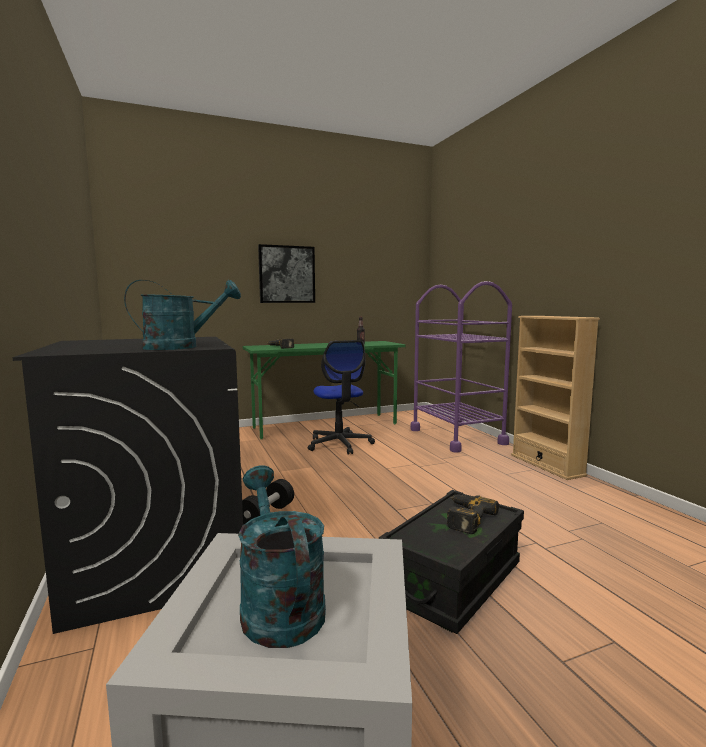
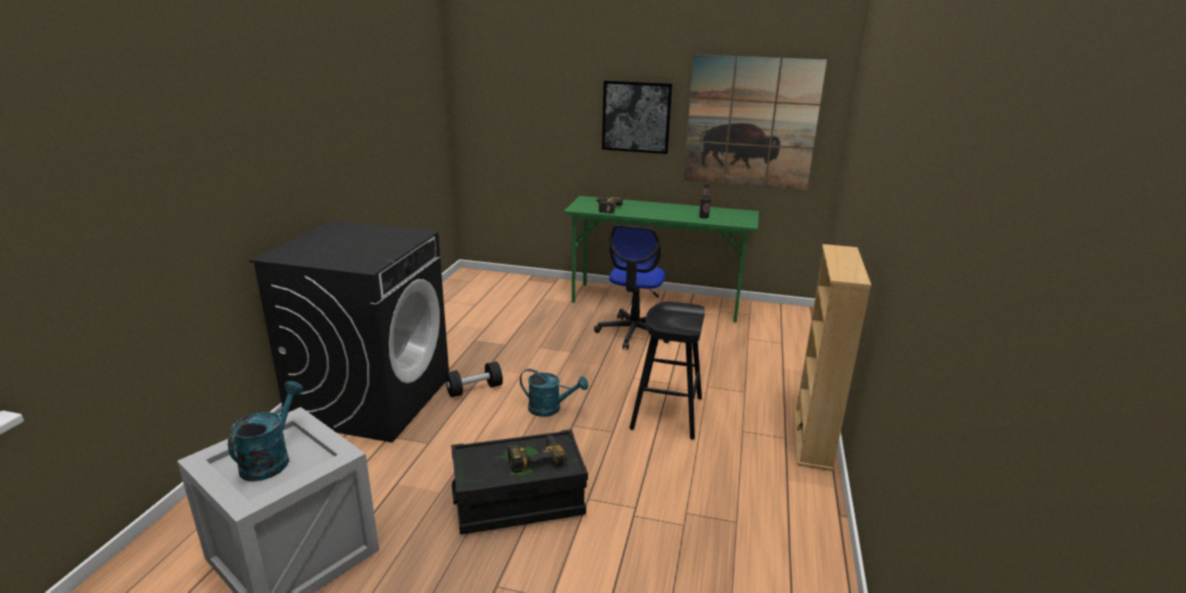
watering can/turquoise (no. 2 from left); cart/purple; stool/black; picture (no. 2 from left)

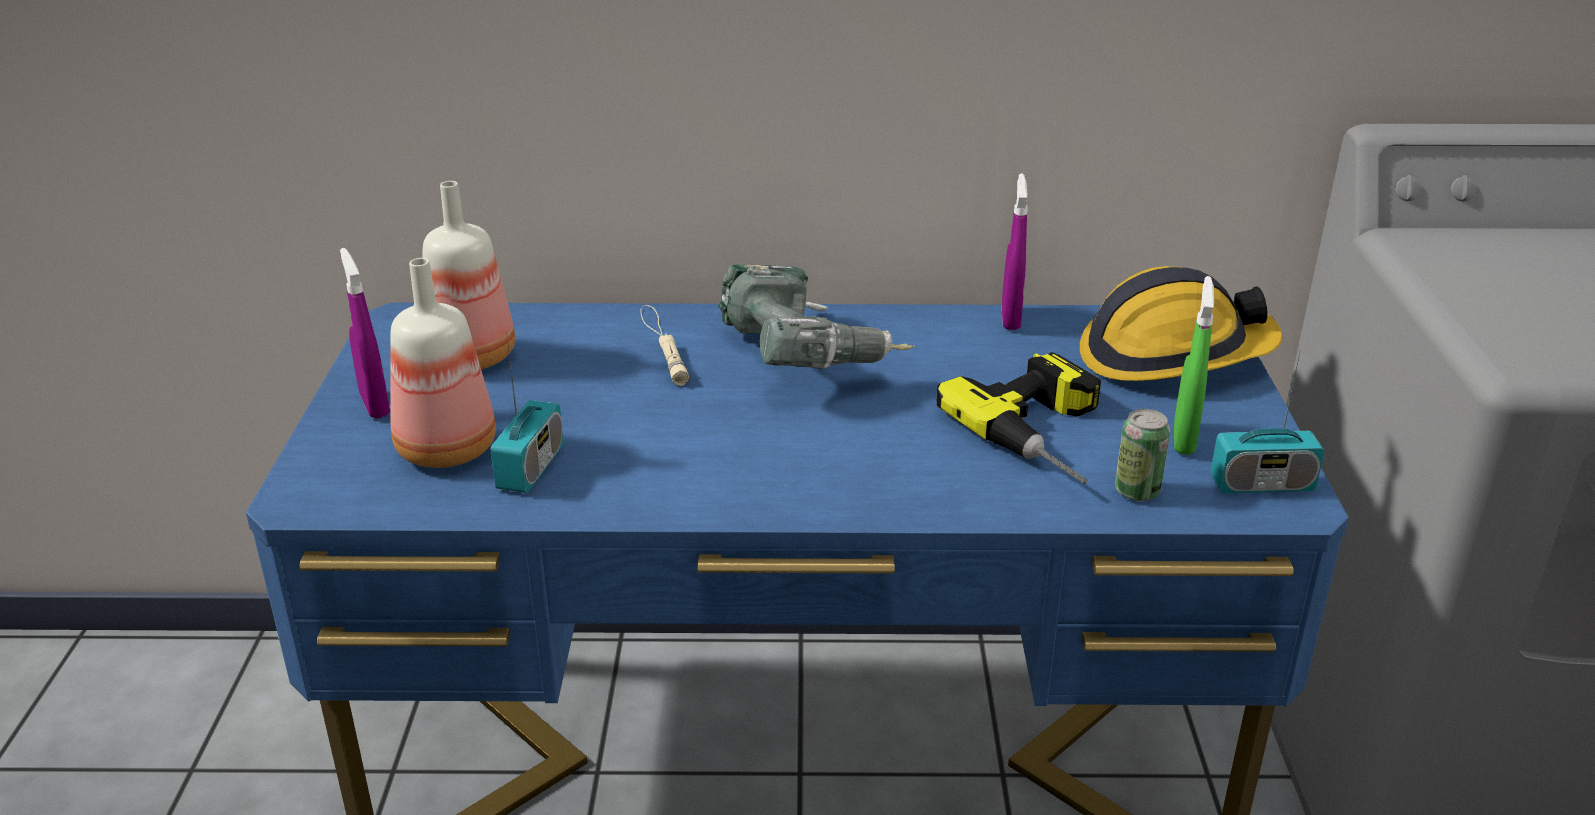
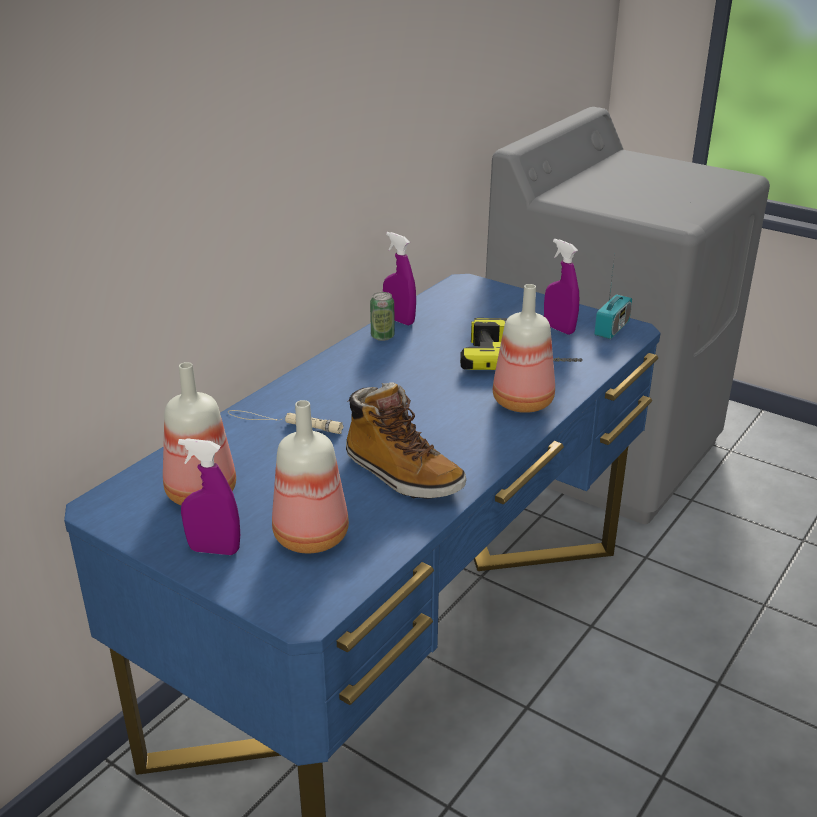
radio (no. 1 from left in the first image); power drill (no. 1 from left in the first image); hard hat; can; spray bottle/purple (no. 3 from left); boot; bottle (no. 3 from left)

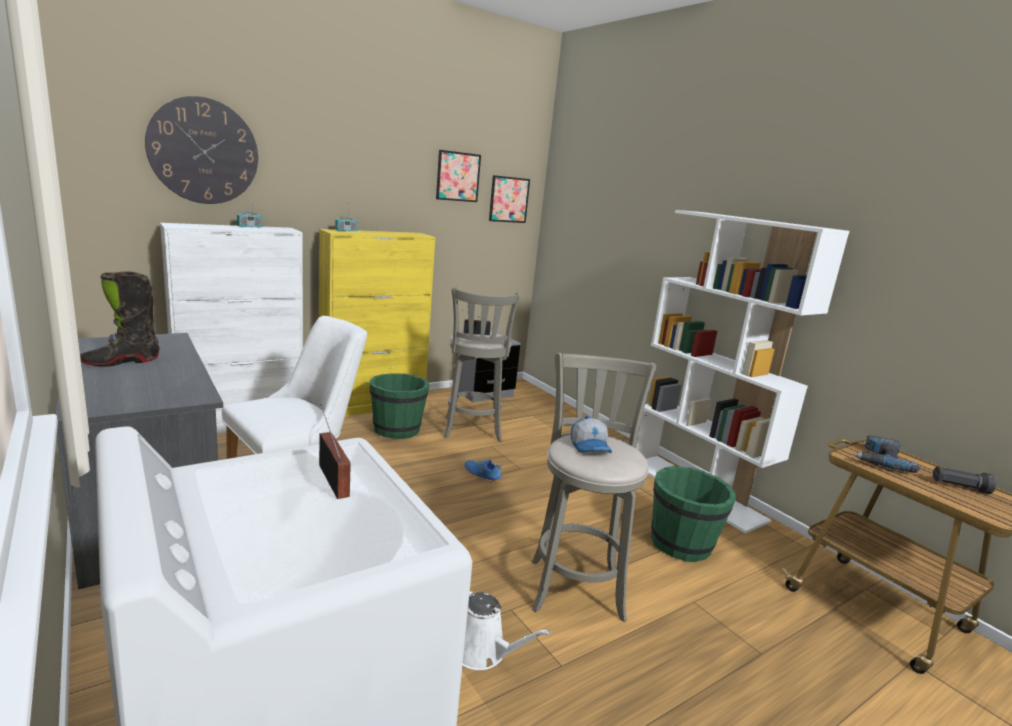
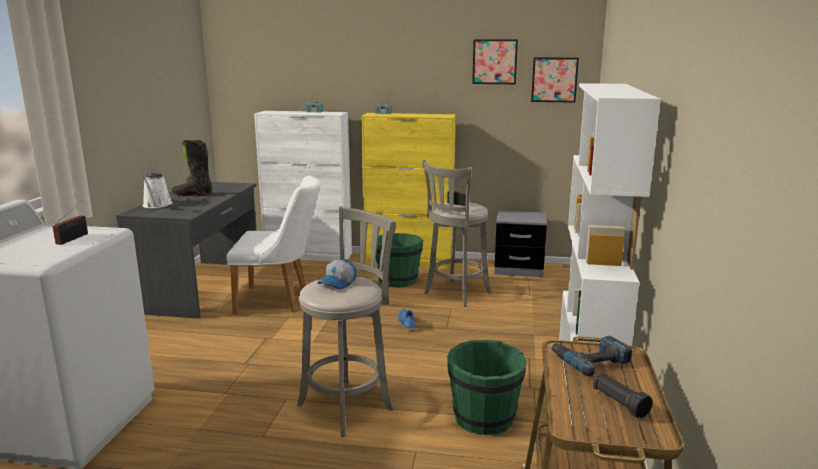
wall clock; watering can/white

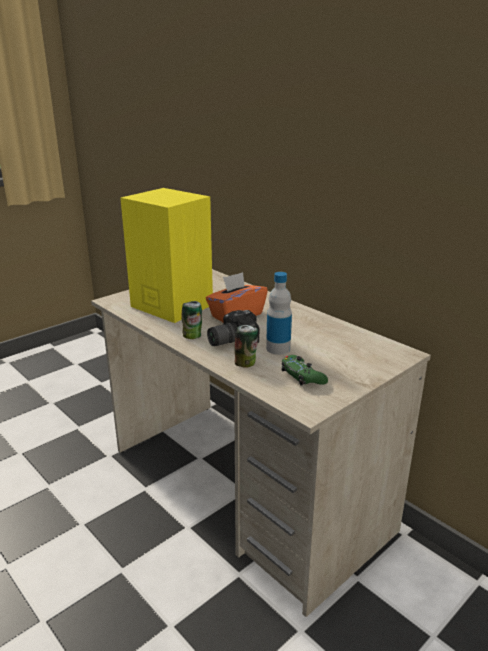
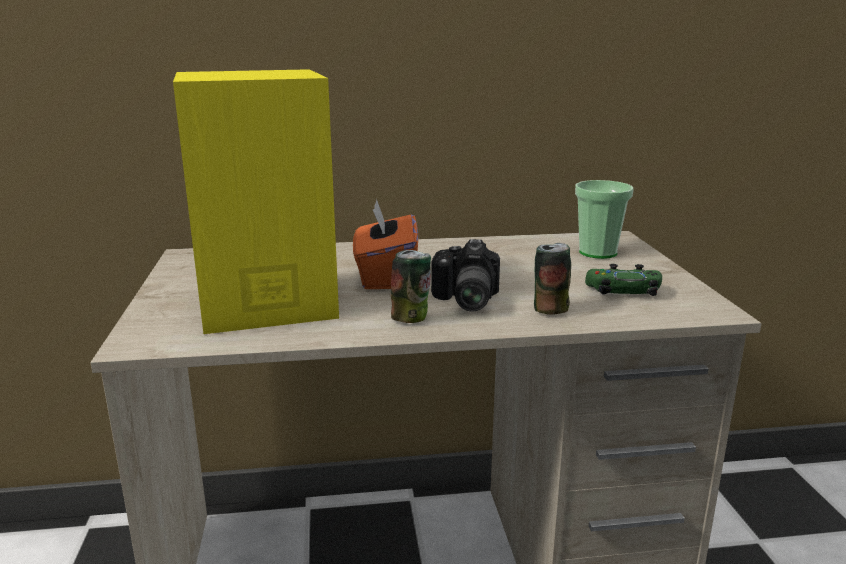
bottle; cup

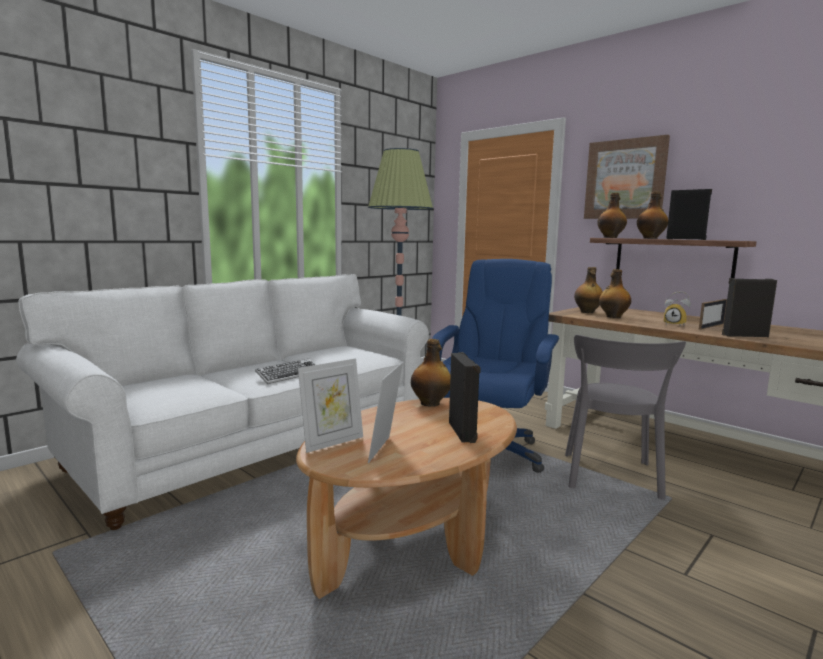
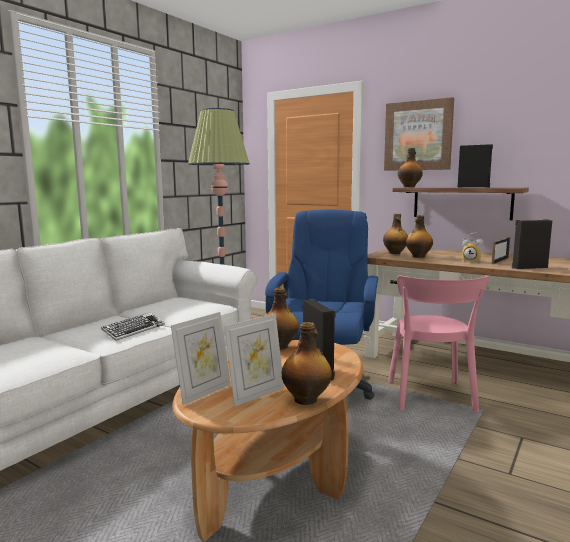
picture frame (no. 2 from left); chair/pink; bottle (no. 2 from left)

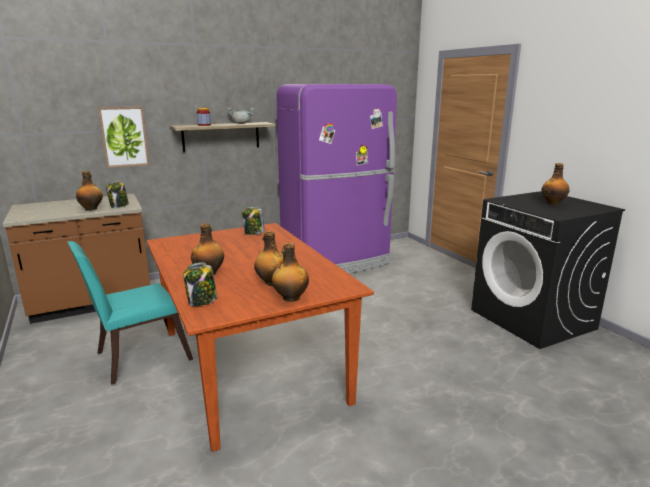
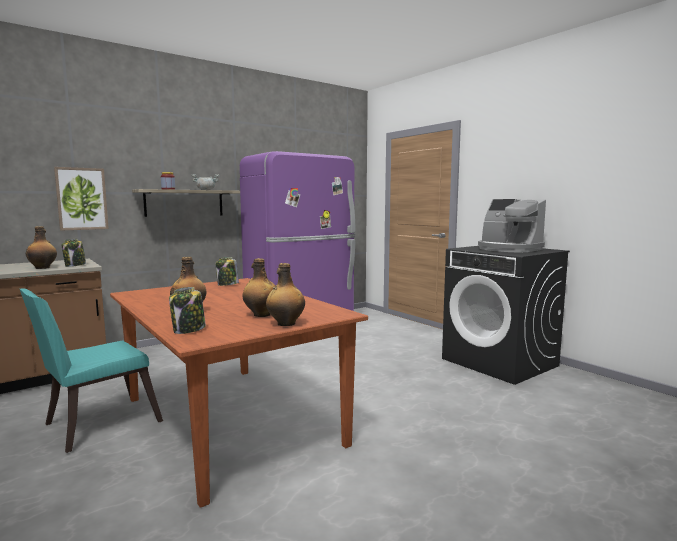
coffee machine

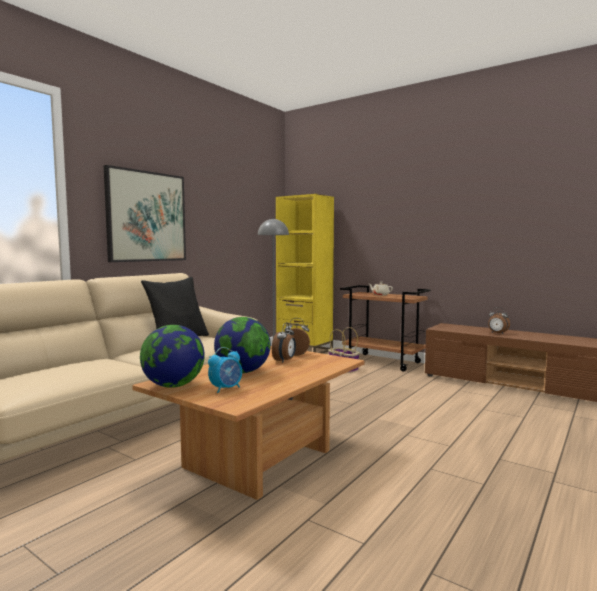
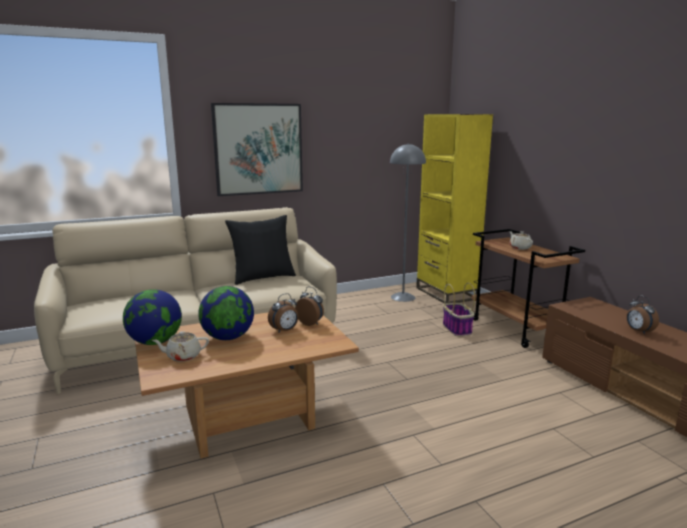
teapot/beige (no. 1 from left)

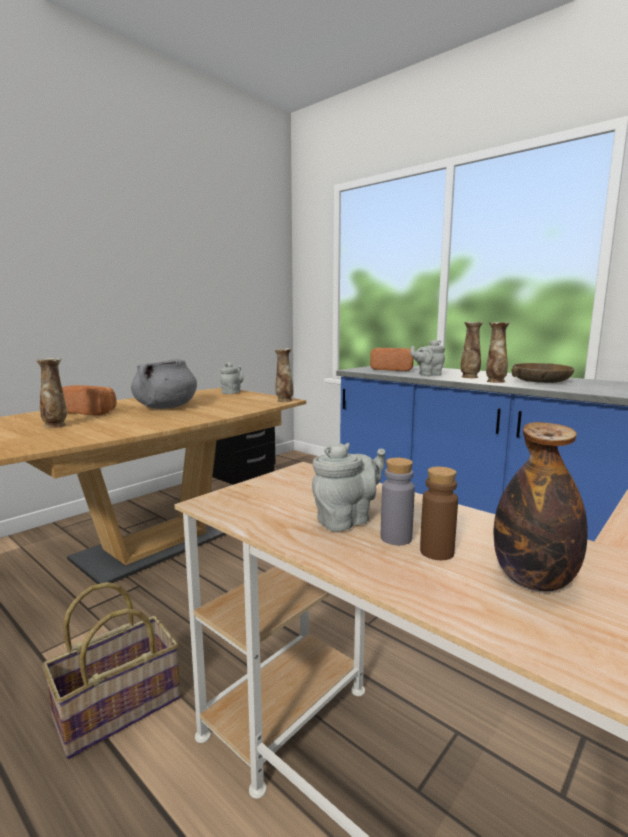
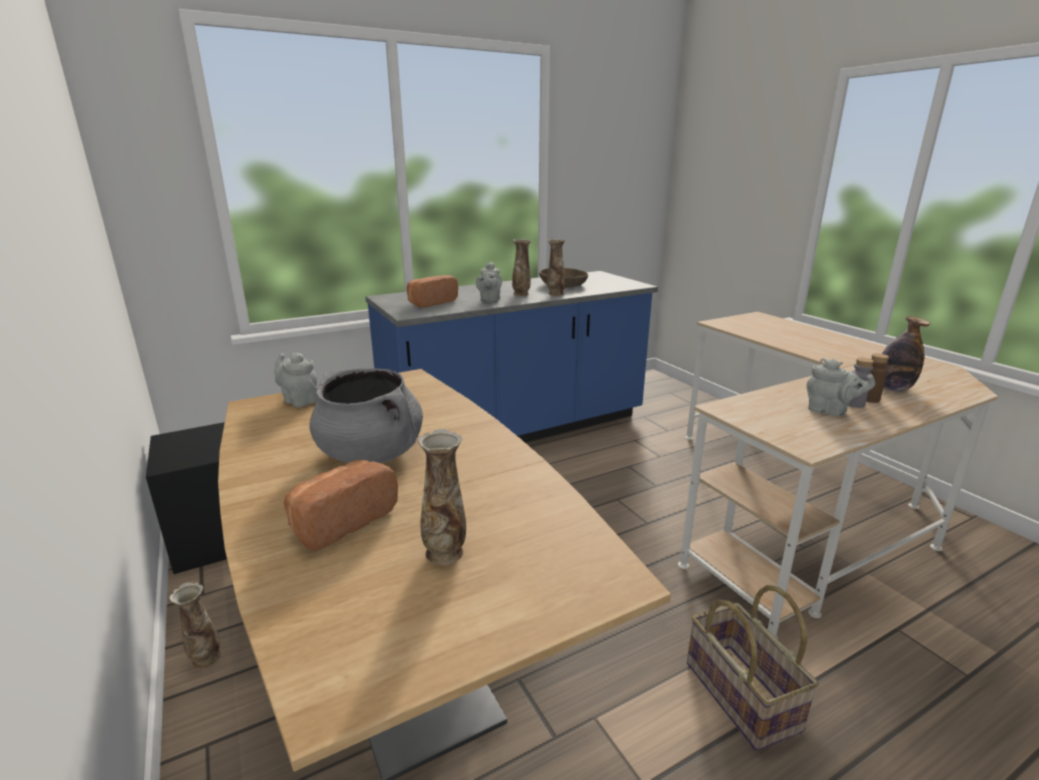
vase (no. 1 from left); teapot/grey (no. 3 from left)

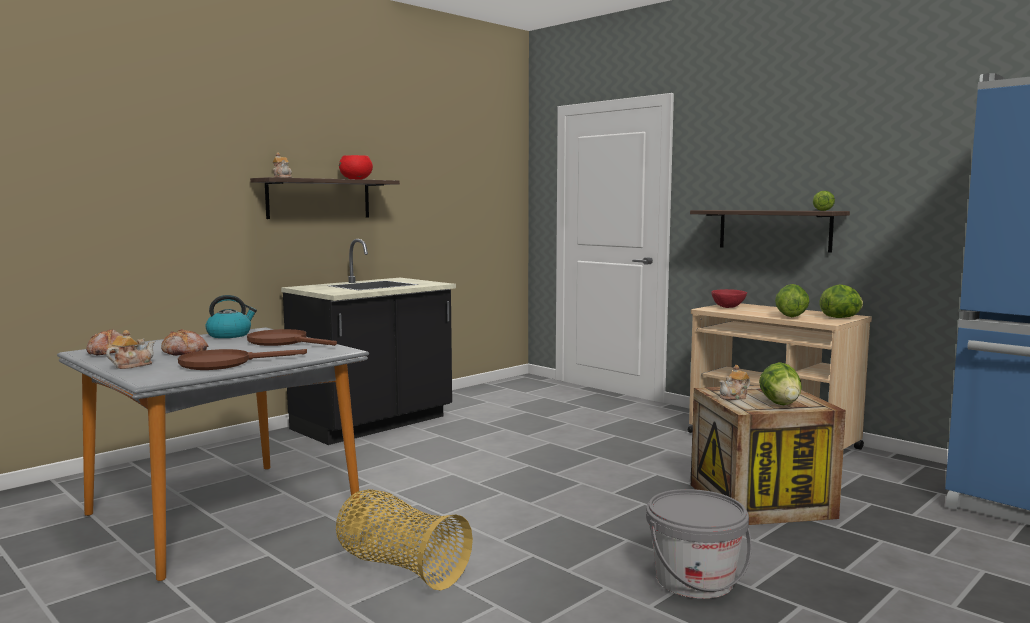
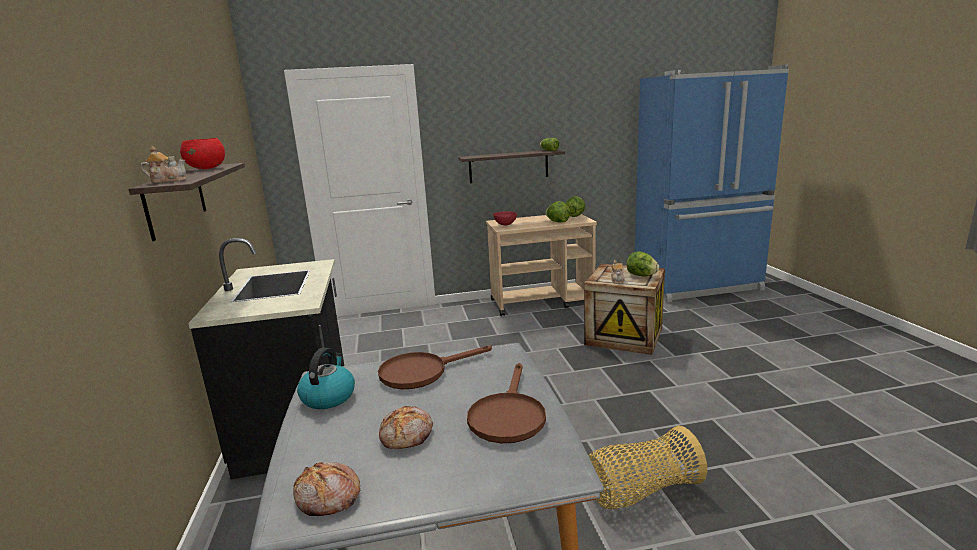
teapot (no. 1 from left in the first image); bucket/grey

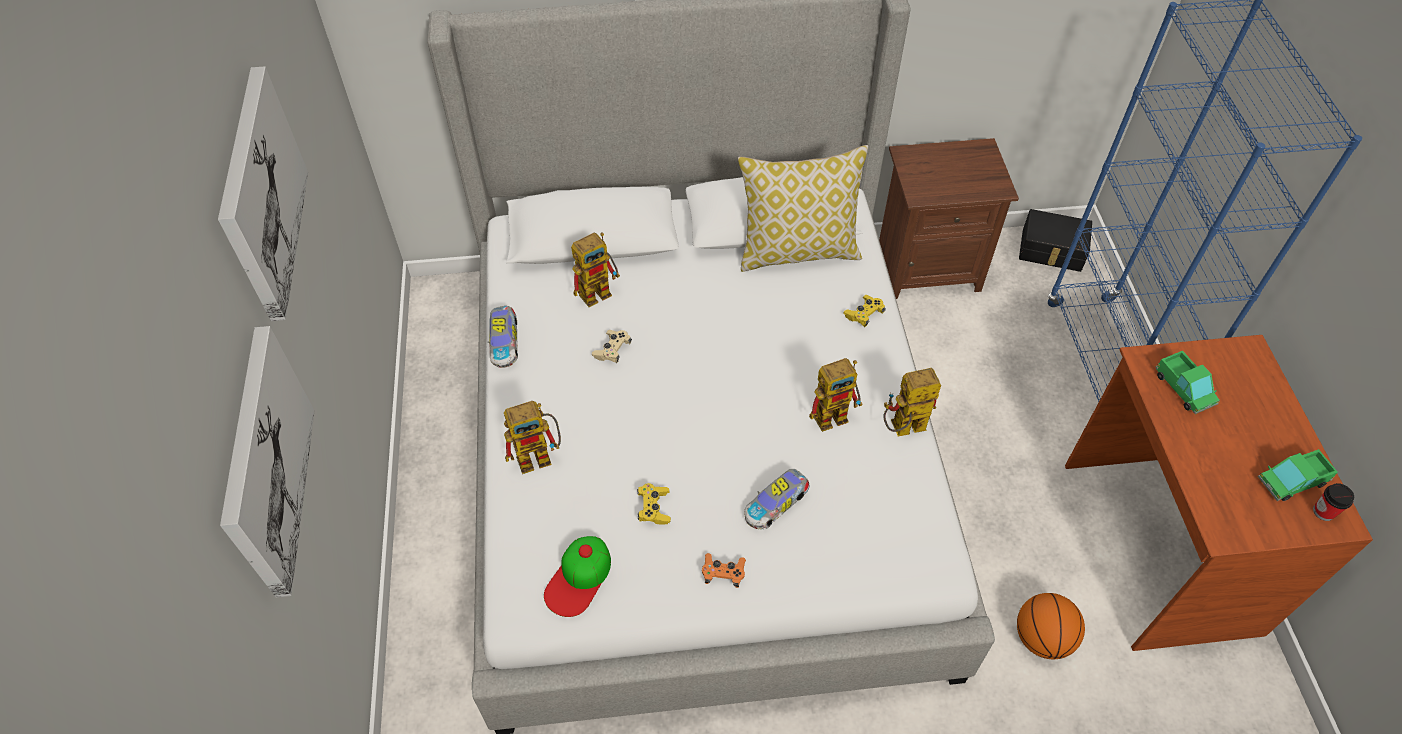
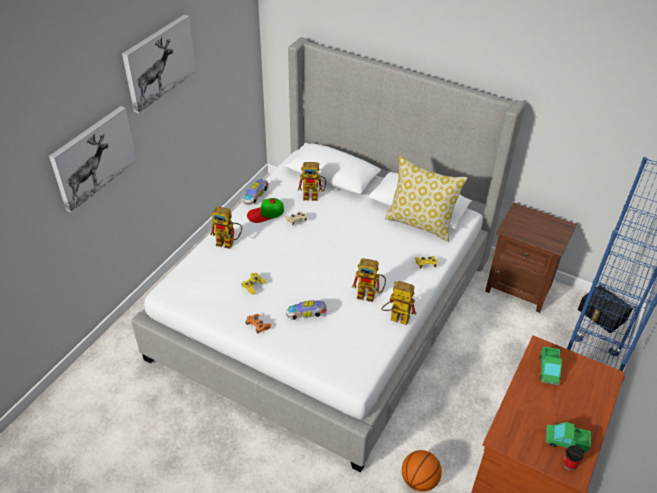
cap

